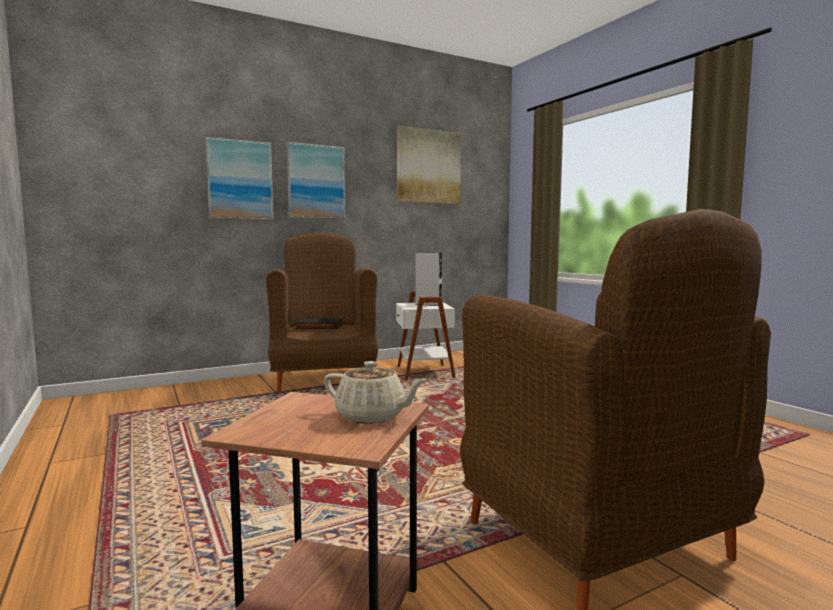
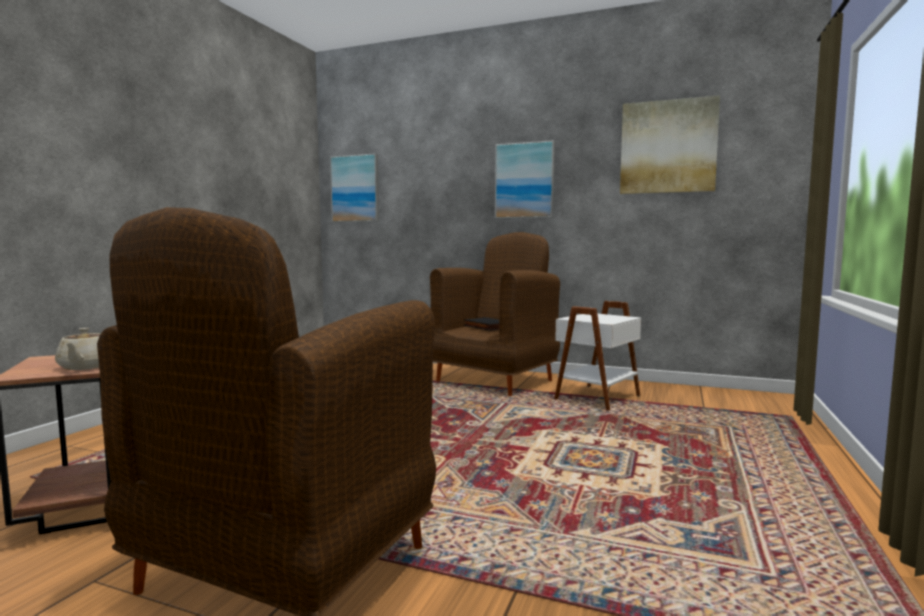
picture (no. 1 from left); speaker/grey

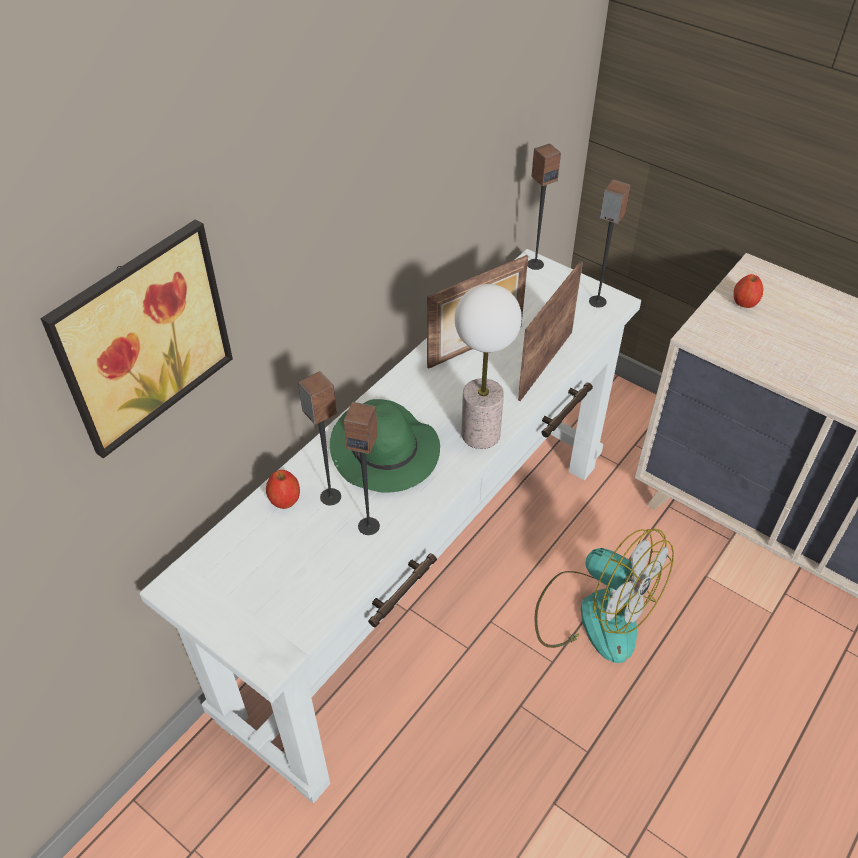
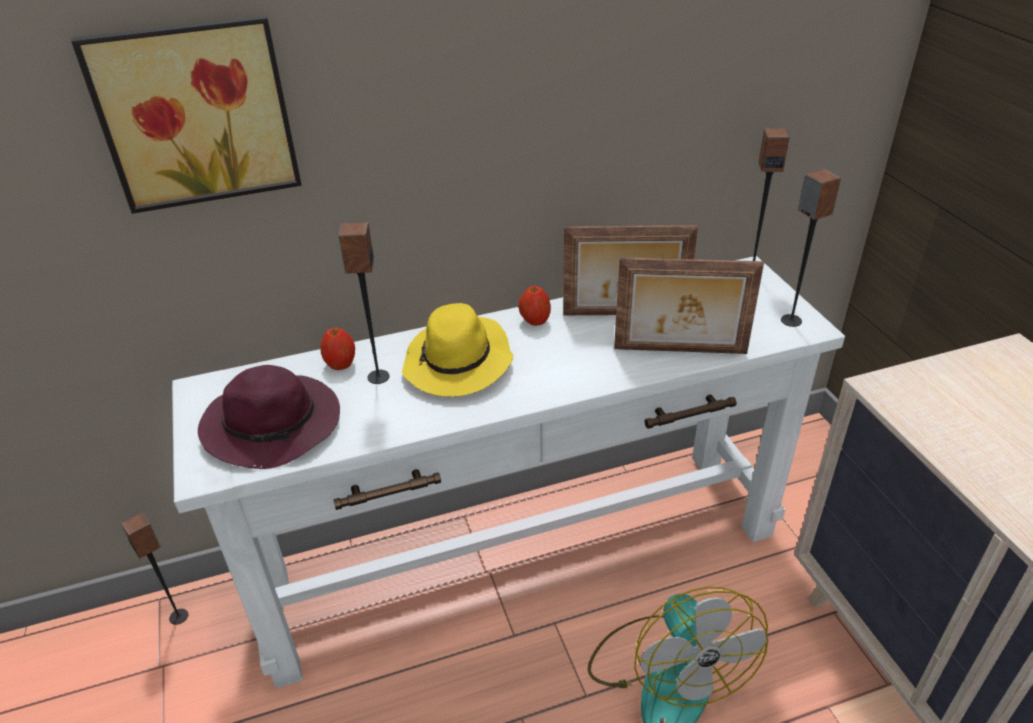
hat/yellow; speaker (no. 1 from left); table lamp; picture frame (no. 2 from left); apple (no. 2 from left); hat/purple

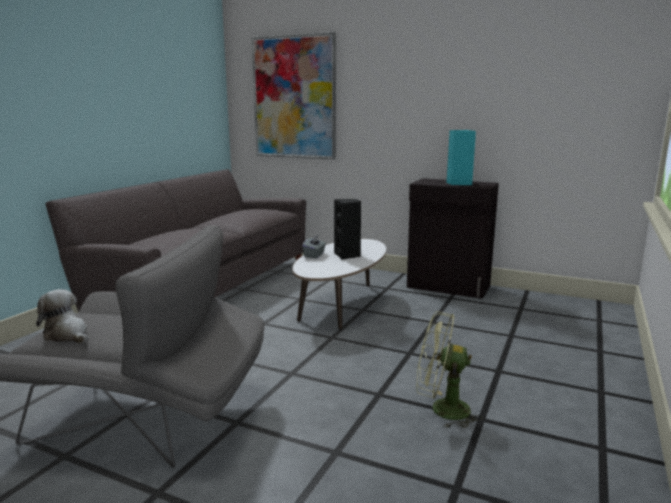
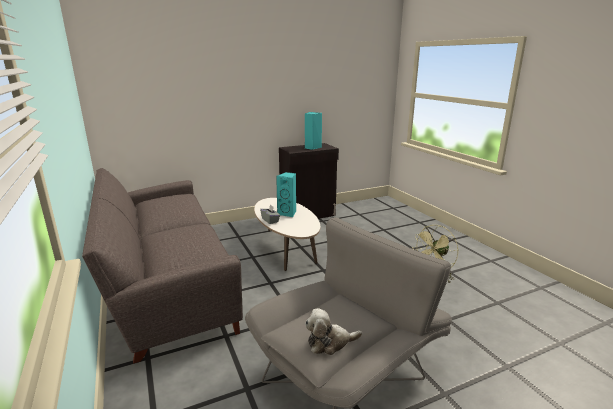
picture; speaker/turquoise (no. 1 from left)

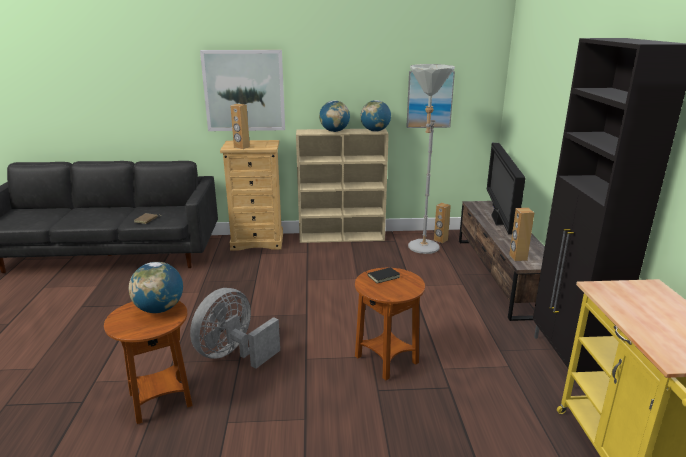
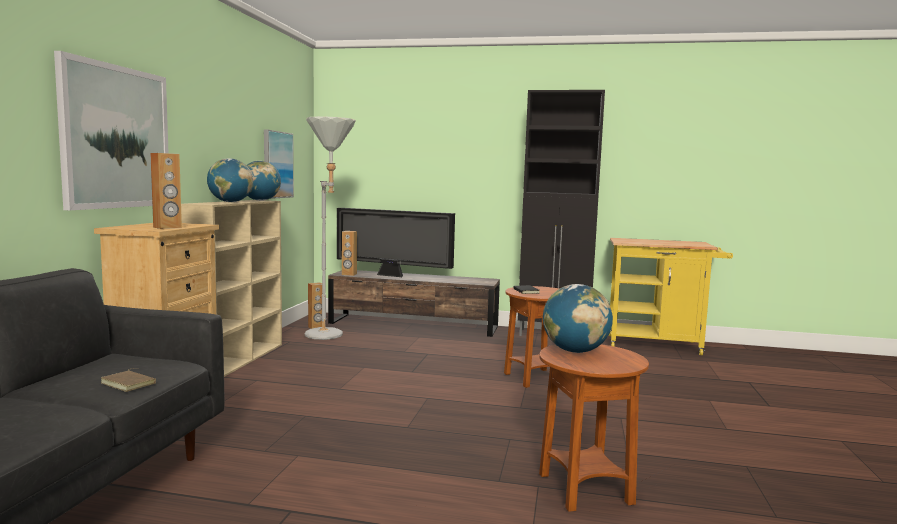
fan/grey; speaker/brown (no. 3 from left)

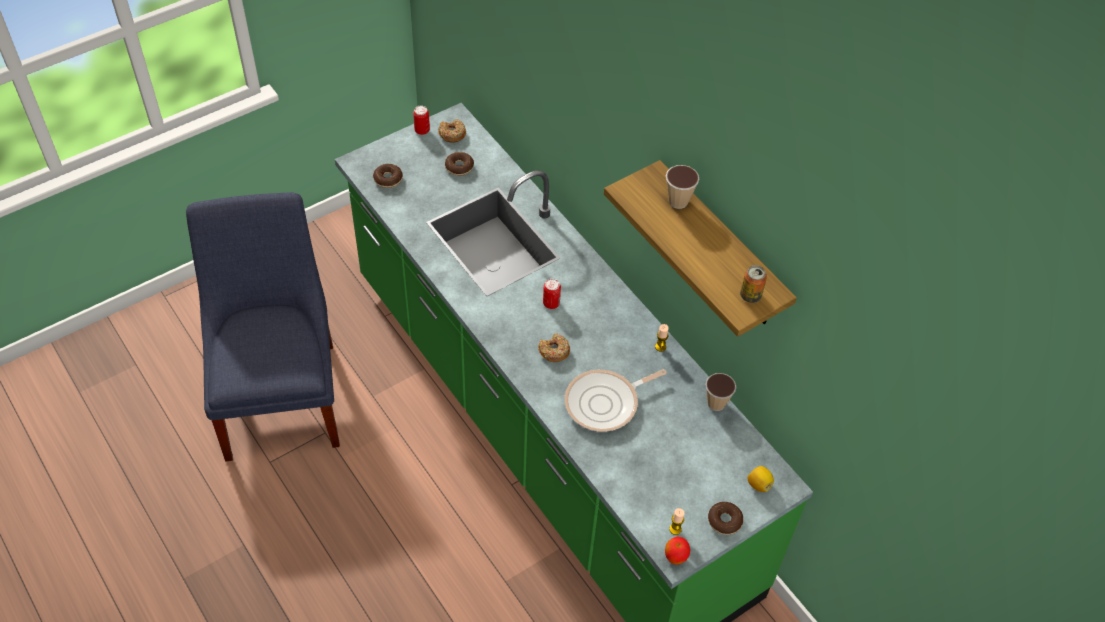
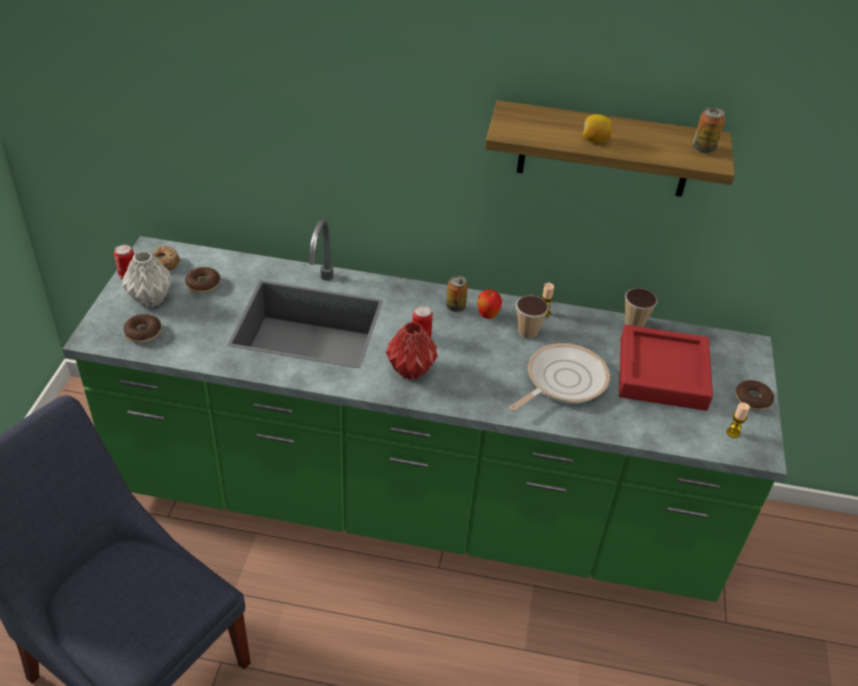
donut (no. 4 from left in the first image); frying pan; apple; cup (no. 1 from left); lemon; vase/grey; vase/red; can (no. 3 from left); tray/red

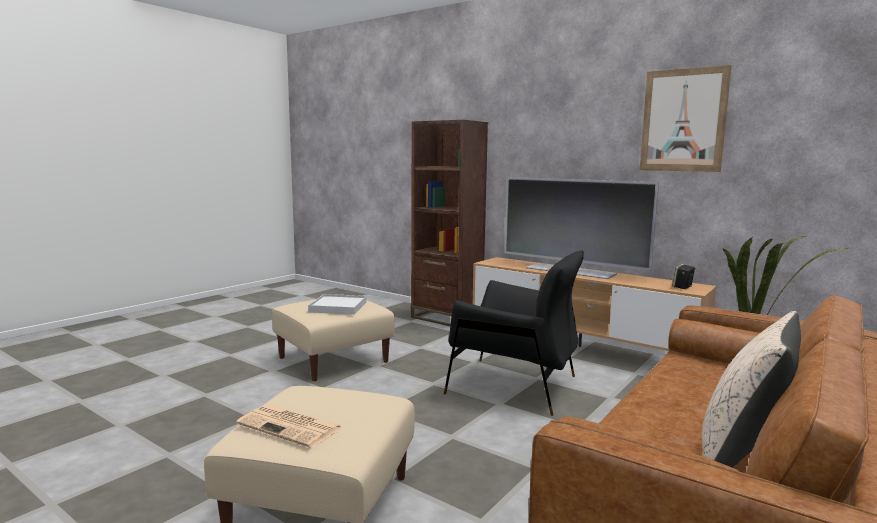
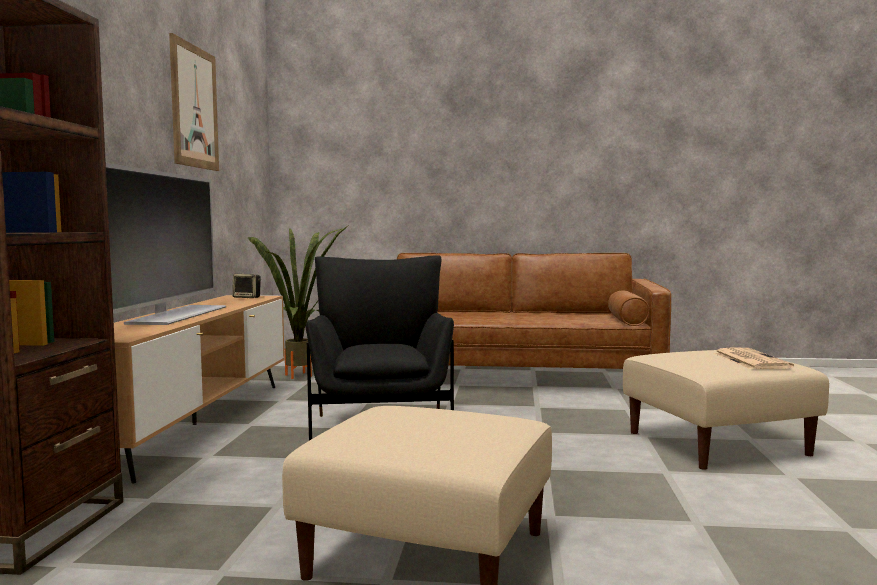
tray/white; pillow/beige

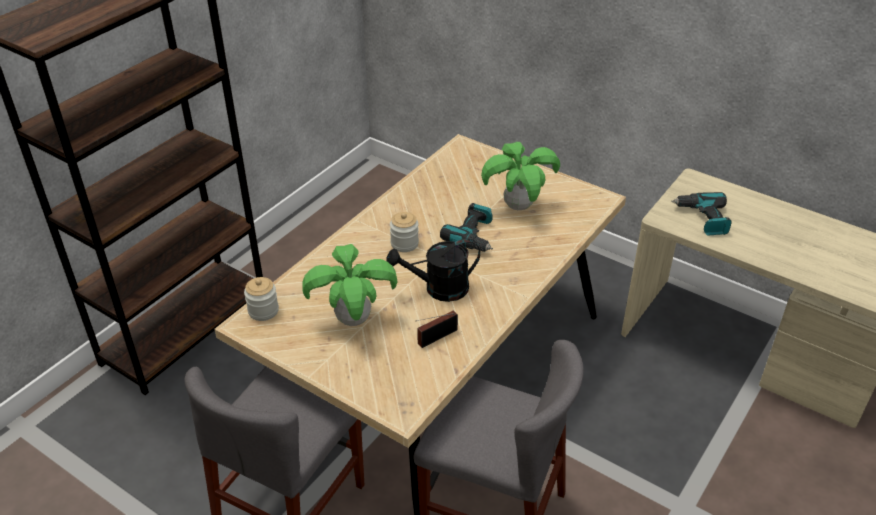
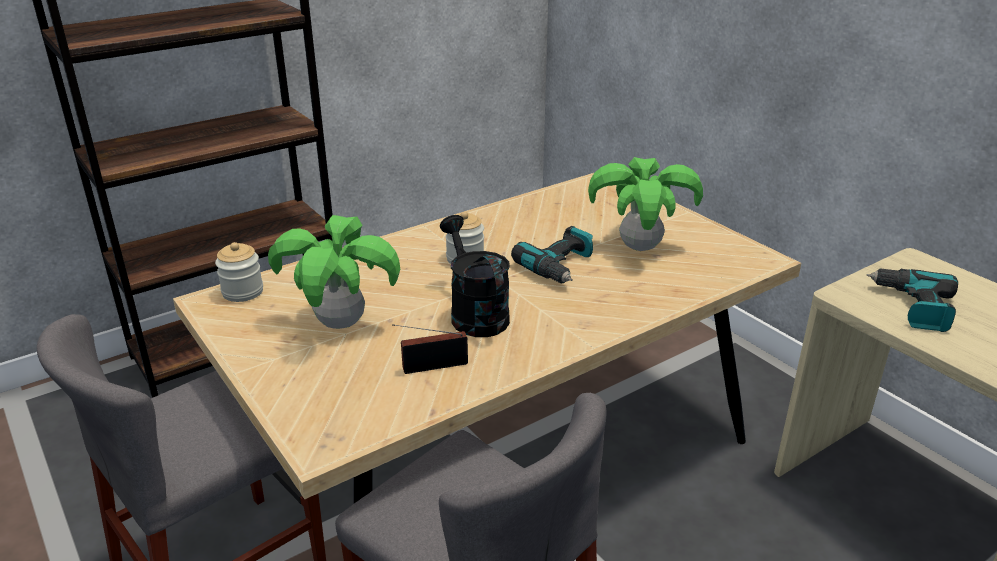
watering can/black

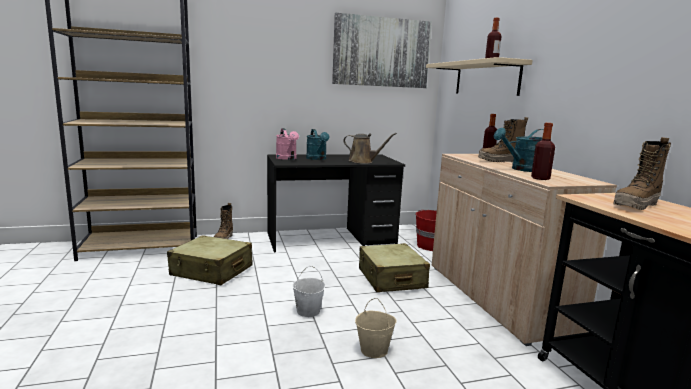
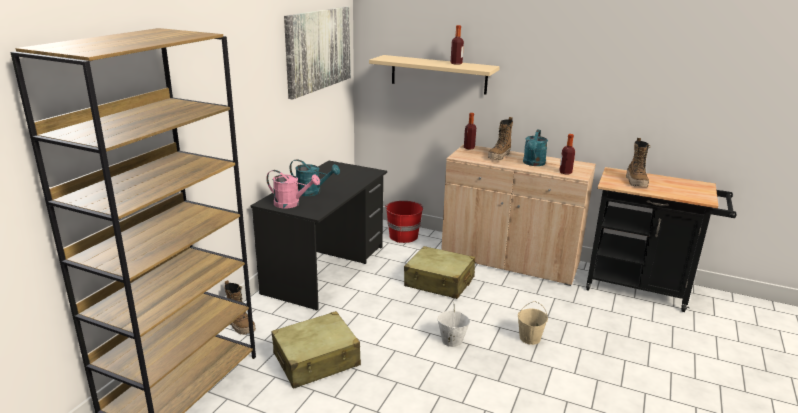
watering can/brown

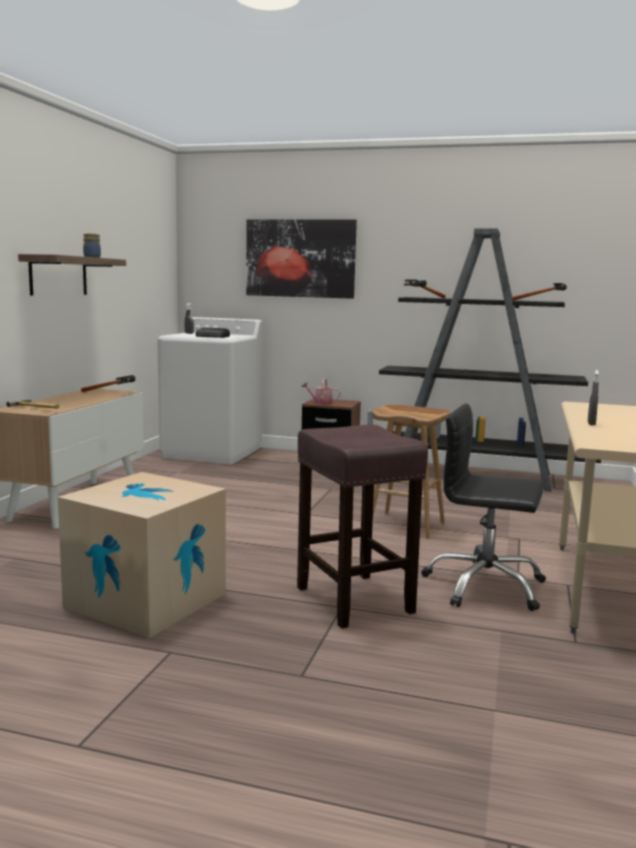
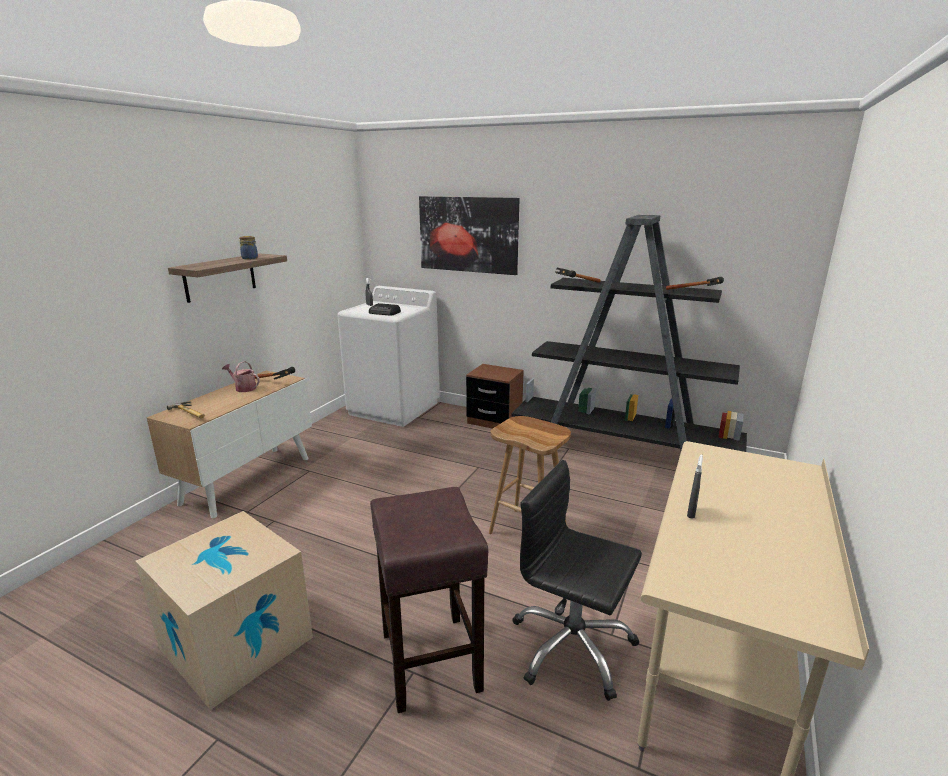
watering can

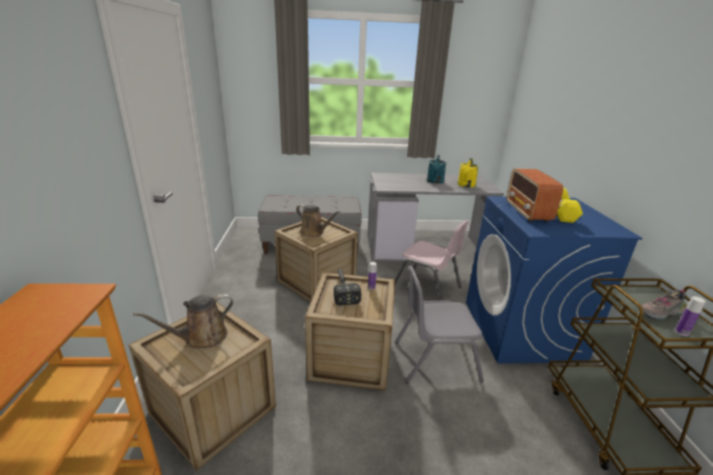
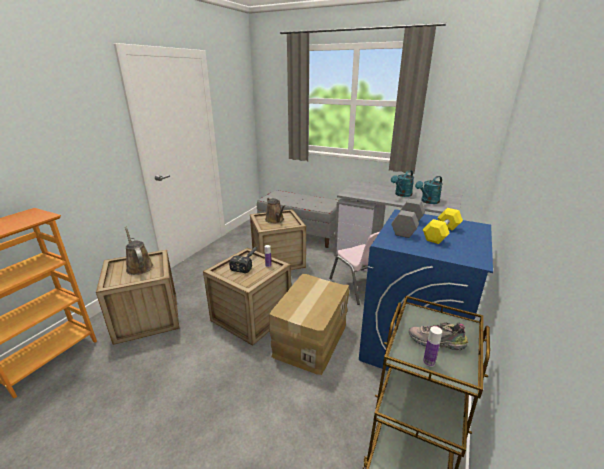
watering can/brown (no. 1 from left); cardboard box; watering can/turquoise (no. 2 from left); dumbbell/grey

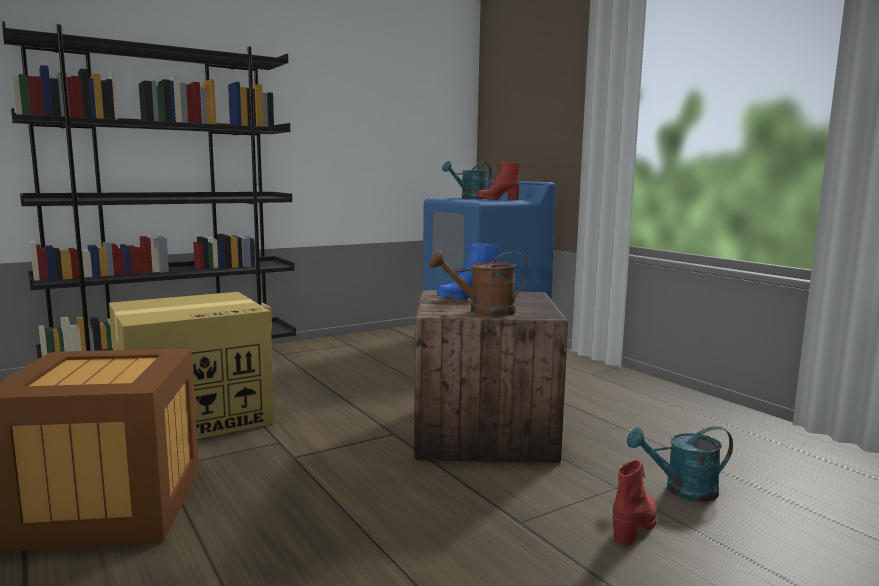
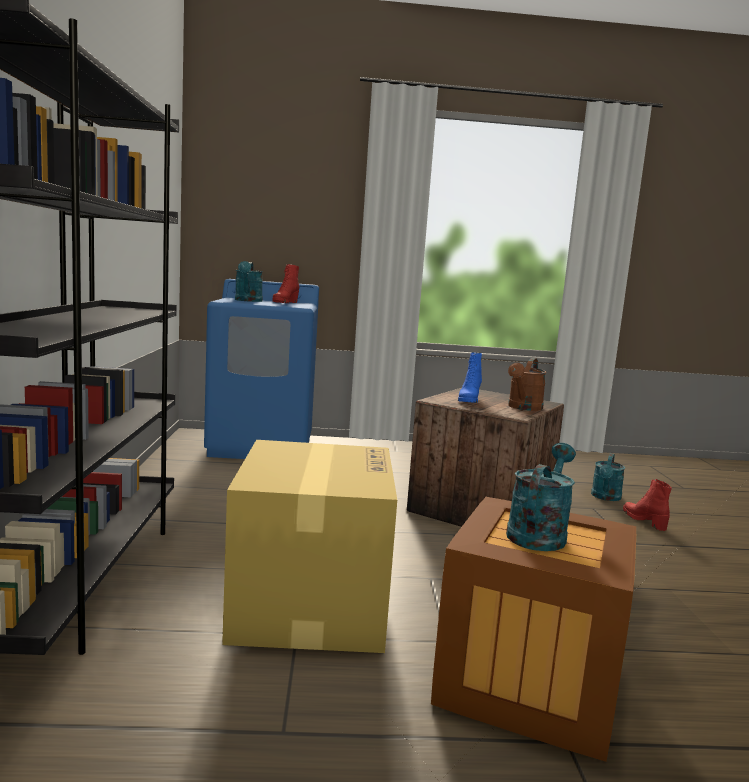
watering can/turquoise (no. 2 from left)

